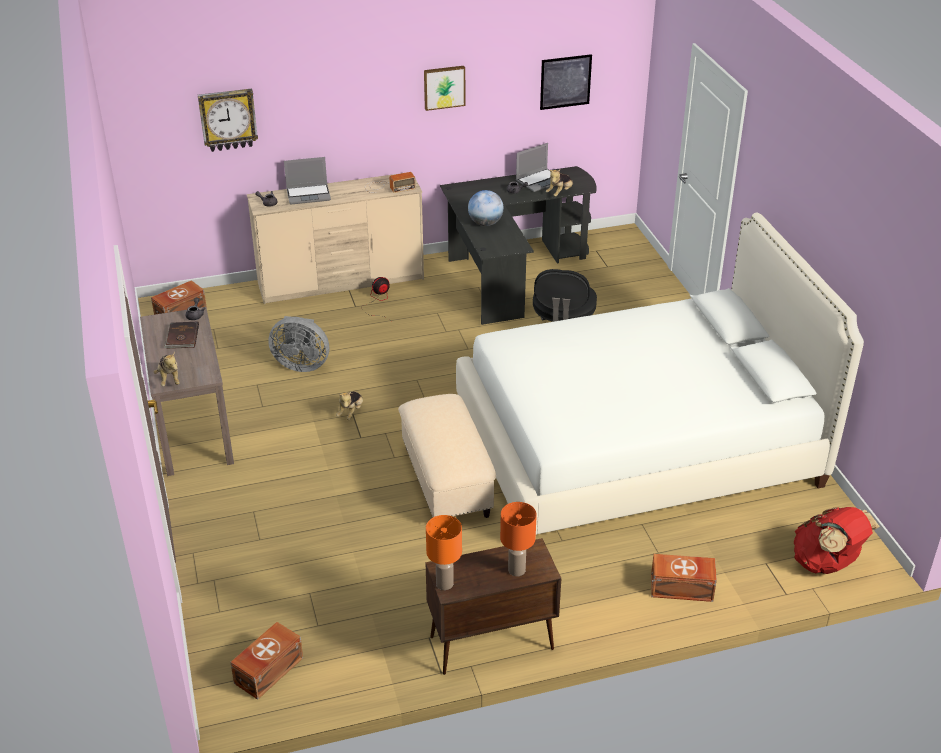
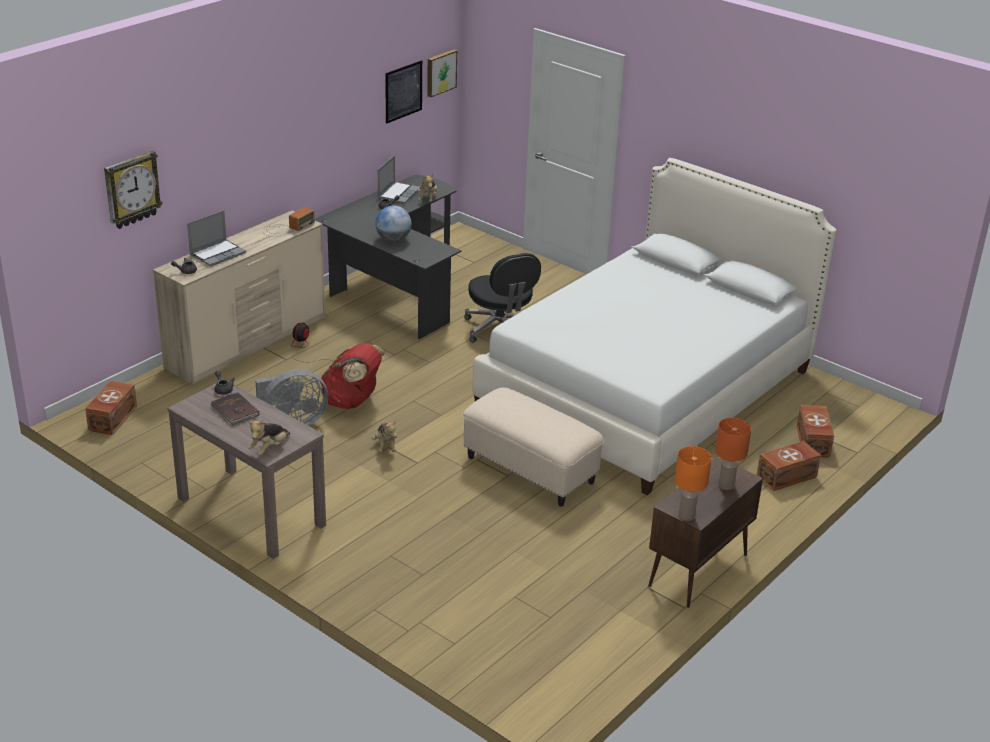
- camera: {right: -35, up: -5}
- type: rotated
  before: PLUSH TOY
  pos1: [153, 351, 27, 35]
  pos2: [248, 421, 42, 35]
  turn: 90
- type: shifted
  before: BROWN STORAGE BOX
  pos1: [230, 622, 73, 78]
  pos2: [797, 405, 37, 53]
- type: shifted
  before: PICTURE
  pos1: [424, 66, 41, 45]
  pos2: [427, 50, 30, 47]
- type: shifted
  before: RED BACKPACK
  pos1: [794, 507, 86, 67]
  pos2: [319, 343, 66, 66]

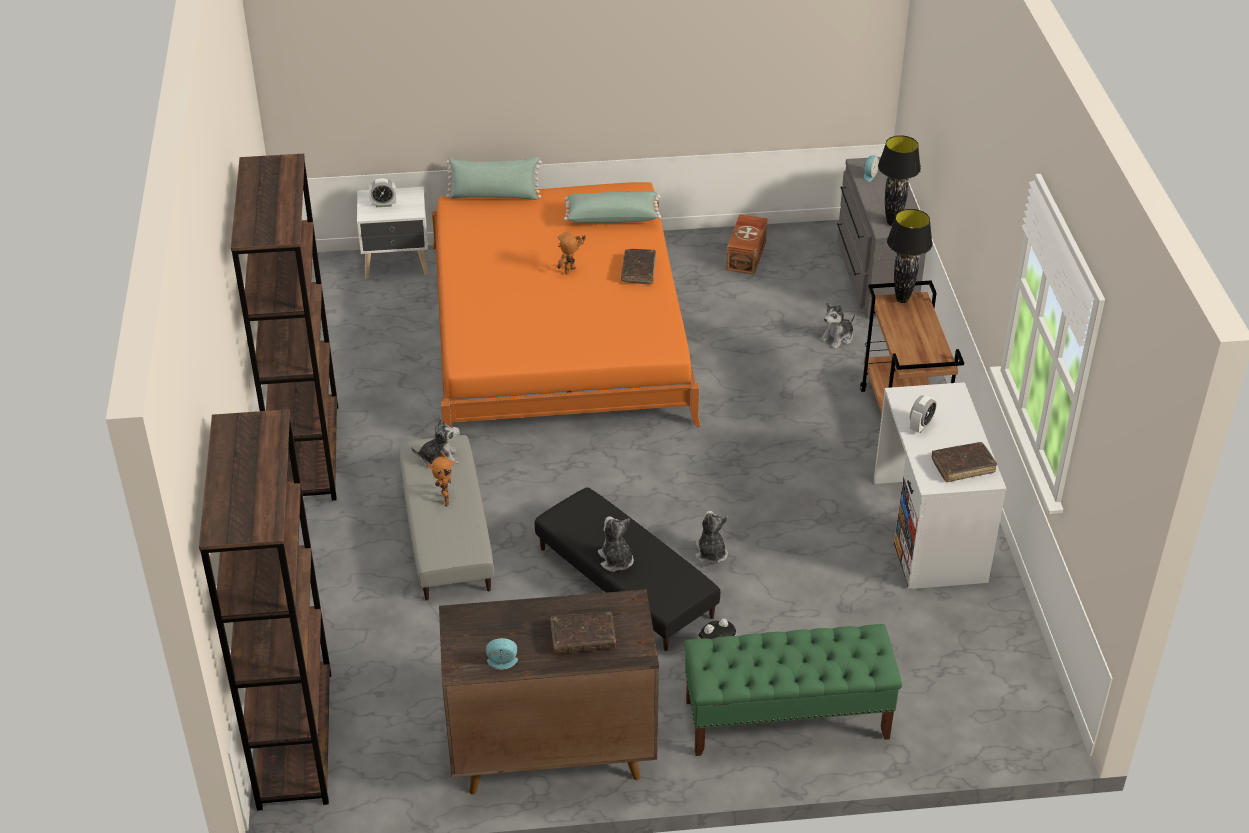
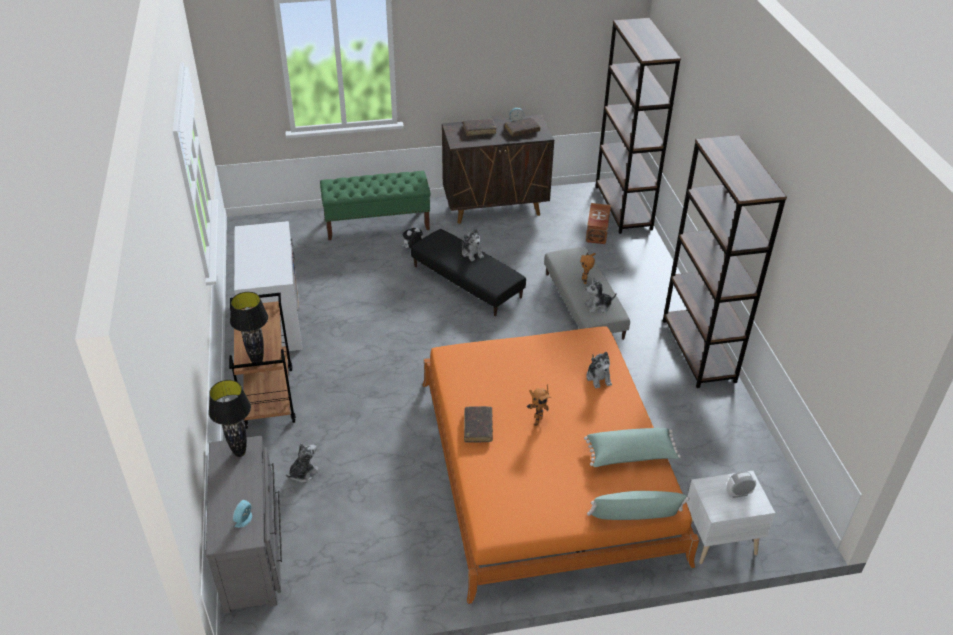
- camera: {right: 175, up: 0}
- type: shifted
  before: GREEN PILLOW
  pos1: [564, 191, 97, 32]
  pos2: [584, 428, 97, 39]
- type: shifted
  before: PLUSH TOY
  pos1: [695, 511, 33, 53]
  pos2: [586, 352, 26, 37]
- type: shifted
  before: BROWN STORAGE BOX
  pos1: [726, 214, 42, 61]
  pos2: [586, 203, 25, 41]
- type: gone
  before: ALARM CLOCK
  pos1: [910, 395, 27, 38]
- type: shifted
  before: BROWN BOOK
  pos1: [932, 442, 65, 40]
  pos2: [505, 118, 36, 19]

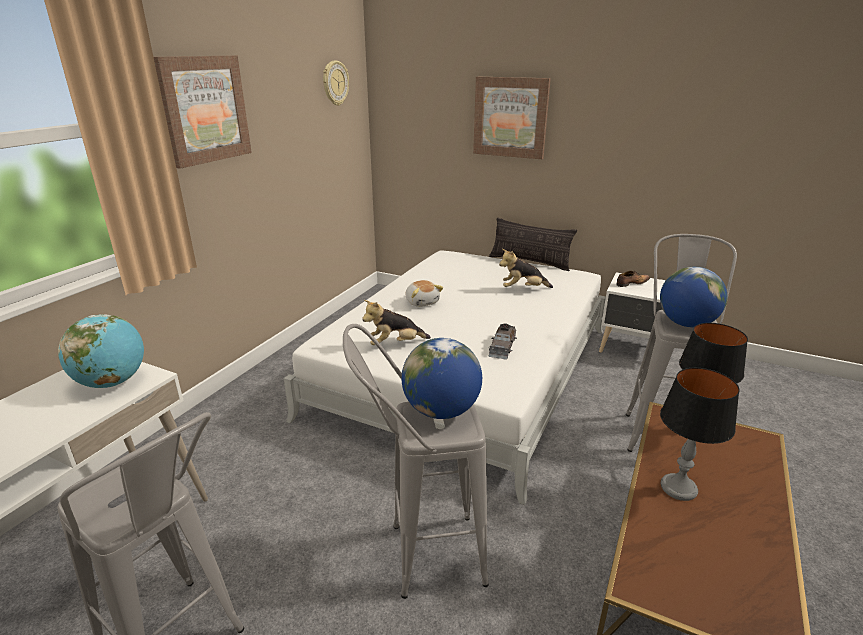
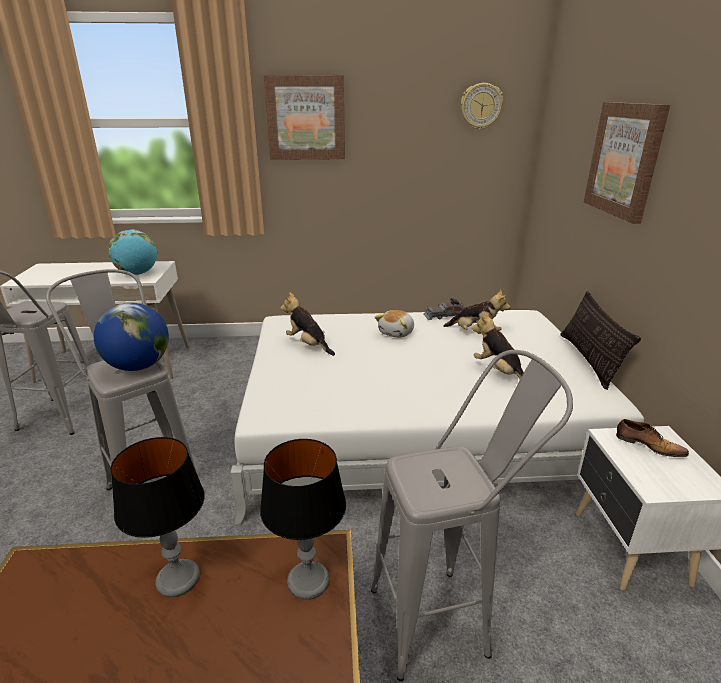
- camera: {right: 60, up: 0}
- type: shifted
  before: GREY TOY CAR
  pos1: [488, 324, 29, 36]
  pos2: [424, 298, 43, 22]
- type: gone
  before: GLOBE
  pos1: [660, 267, 67, 60]
- type: new
  after: PLUSH TOY
  pos2: [443, 289, 67, 42]

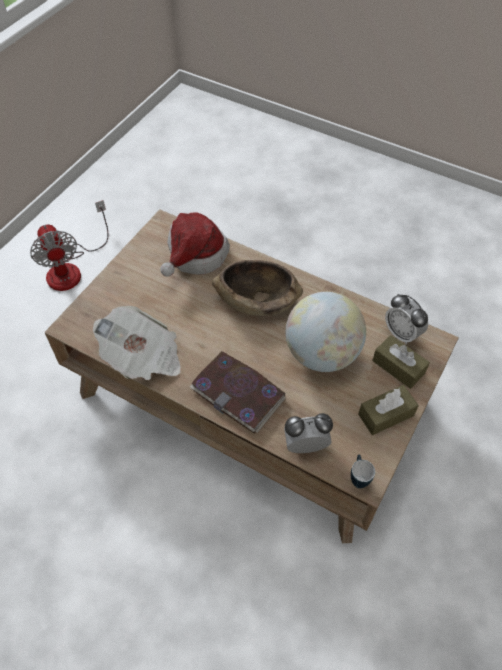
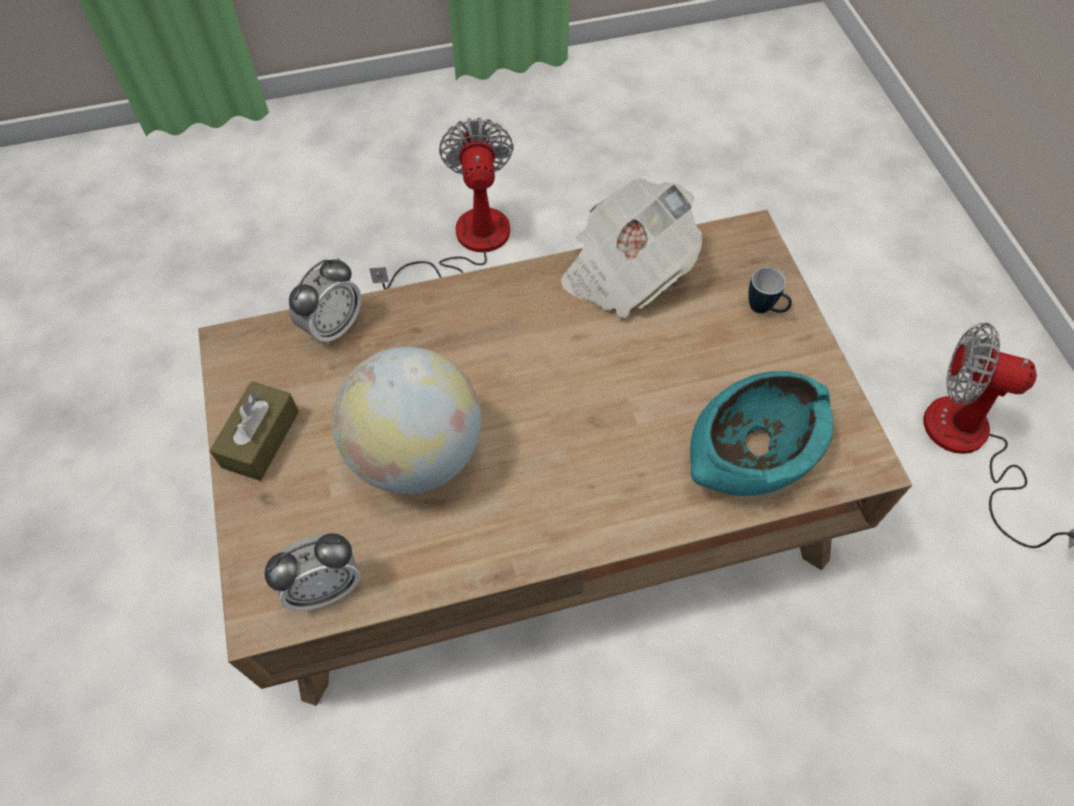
- camera: {right: 135, up: 5}
- type: swapped
  before: HAT
  after: TURQUOISE BOWL
  pos1: [160, 212, 70, 65]
  pos2: [690, 371, 143, 125]
- type: gone
  before: BOOK
  pos1: [189, 351, 97, 82]
- type: gone
  before: BROWN BOWL
  pos1: [212, 260, 91, 56]
- type: shifted
  before: MUG
  pos1: [351, 455, 24, 33]
  pos2: [748, 267, 44, 46]
- type: gone
  before: BROWN TISSUE BOX
  pos1: [372, 335, 58, 54]
- type: rotated
  before: ALARM CLOCK
  pos1: [385, 294, 43, 51]
  pos2: [264, 533, 96, 78]
  turn: 150
- type: new
  after: FAN
  pos2: [369, 118, 145, 171]

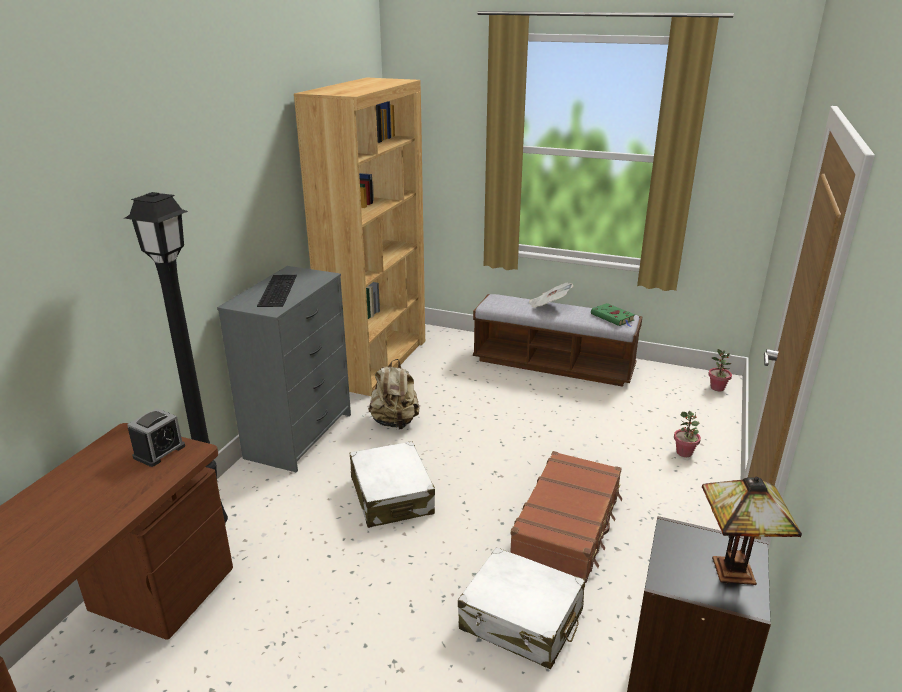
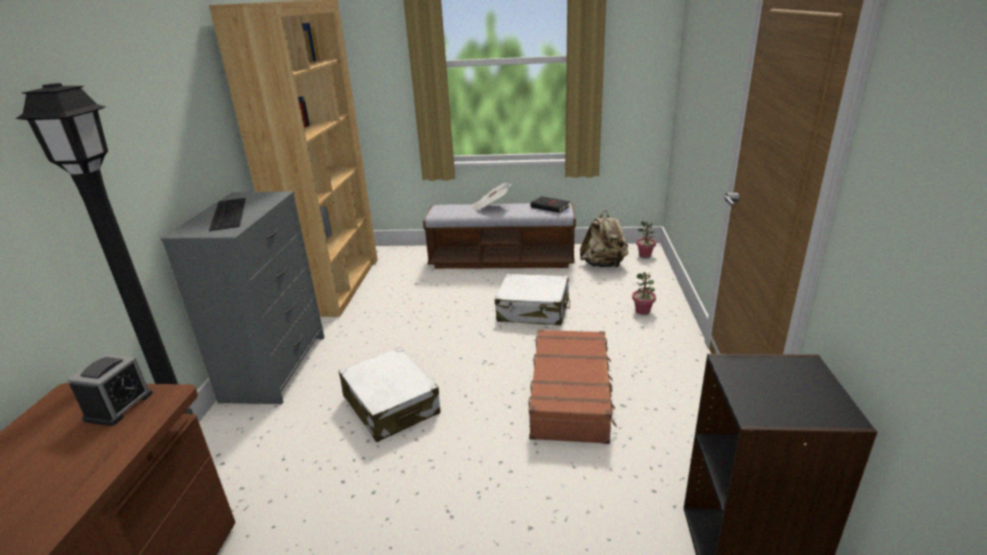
- camera: {right: -15, up: 0}
- type: shifted
  before: BEIGE BACKPACK
  pos1: [368, 359, 51, 71]
  pos2: [580, 211, 49, 56]
- type: shifted
  before: WHITE SUITCASE
  pos1: [458, 547, 127, 122]
  pos2: [495, 274, 75, 51]
- type: repainted
  before: GREEN BOOK
  after: BLACK BOOK
  pos1: [591, 303, 44, 24]
  pos2: [530, 196, 40, 17]
- type: gone
  before: TABLE LAMP
  pos1: [702, 477, 100, 108]

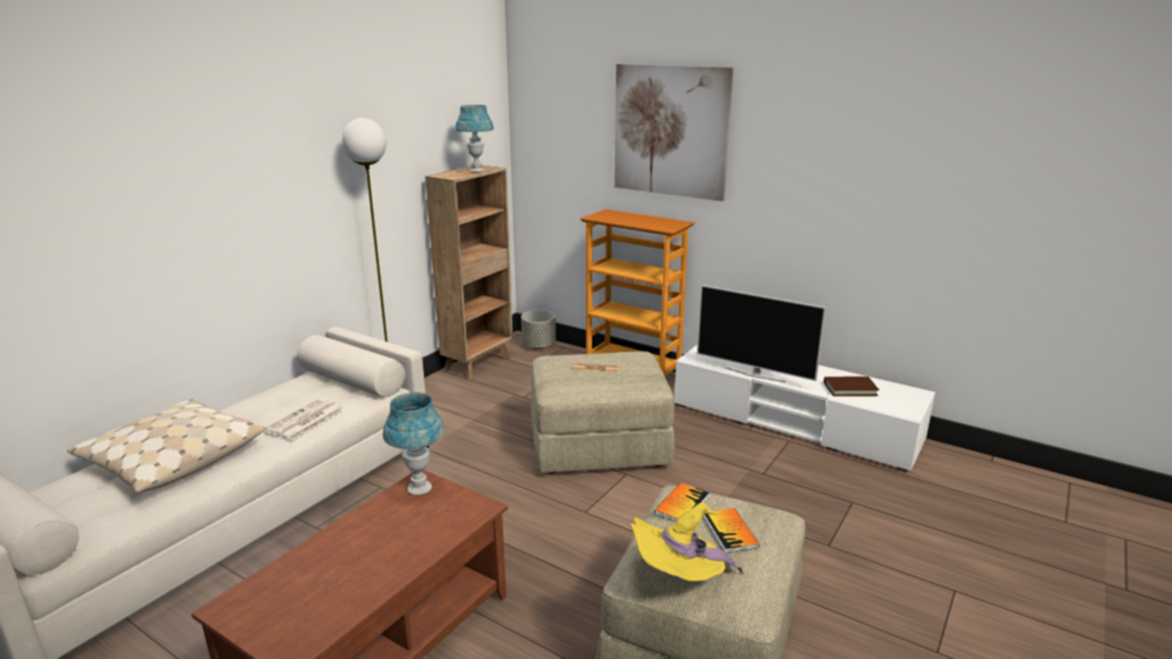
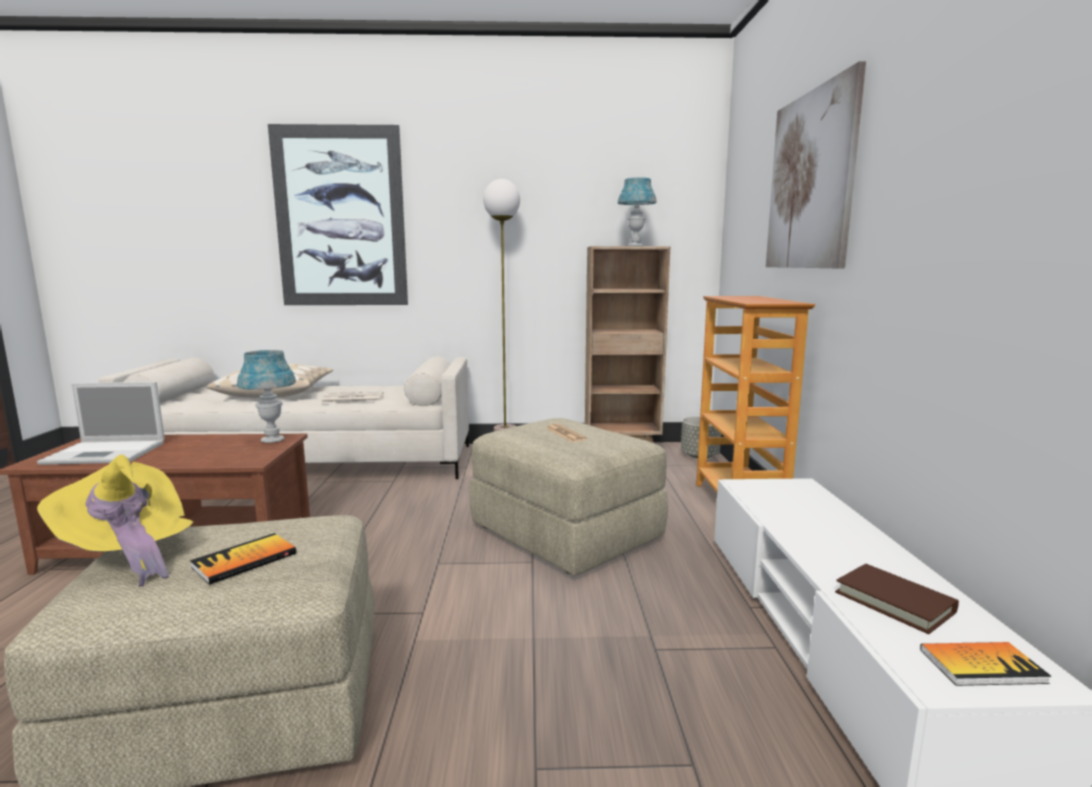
- camera: {right: 55, up: -10}
- type: shifted
  before: BOOK
  pos1: [654, 483, 55, 39]
  pos2: [920, 642, 131, 44]
- type: gone
  before: TELEVISION
  pos1: [697, 285, 129, 97]
- type: new
  after: LAPTOP
  pos2: [37, 382, 128, 83]
- type: new
  after: PICTURE
  pos2: [268, 124, 140, 181]

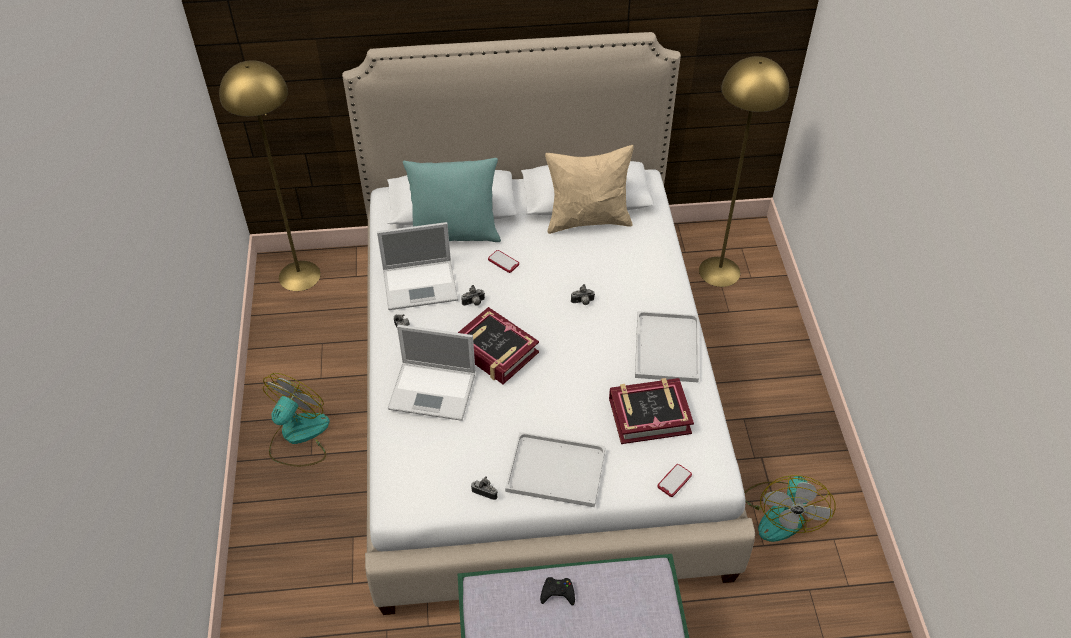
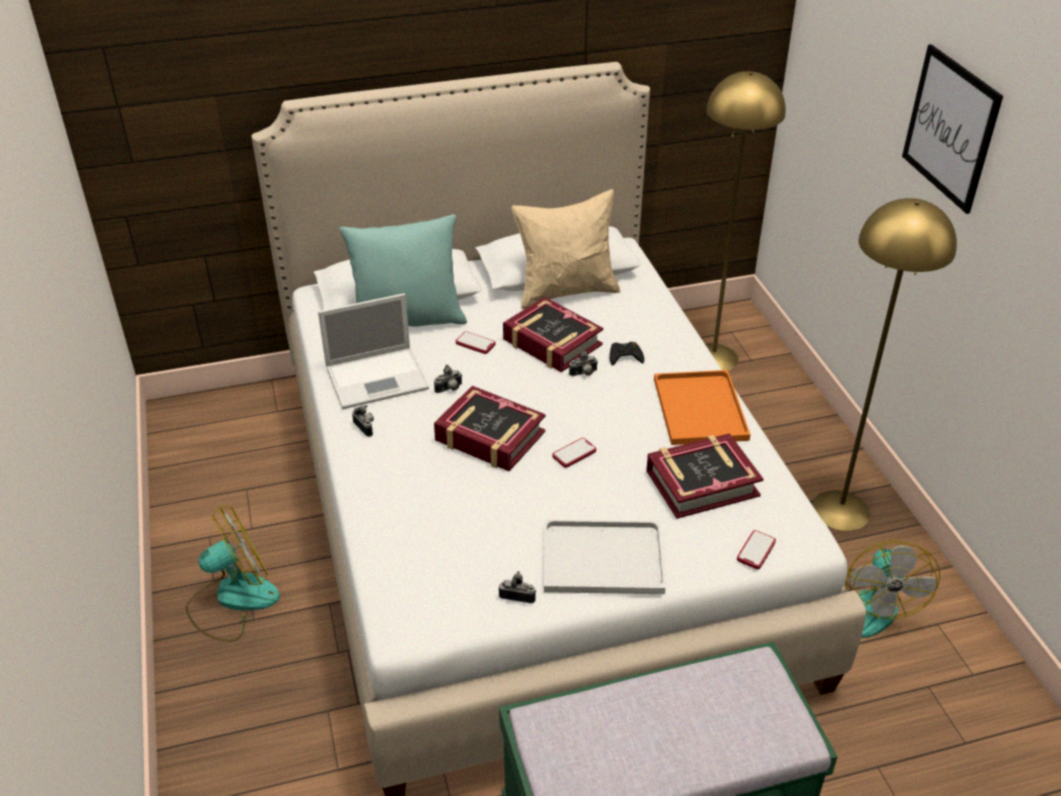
- camera: {right: -10, up: -10}
- type: shifted
  before: YELLOW FLOOR LAMP
  pos1: [219, 60, 102, 231]
  pos2: [812, 198, 145, 333]
- type: rotated
  before: FAN
  pos1: [263, 373, 67, 94]
  pos2: [186, 506, 94, 136]
  turn: 45
- type: gone
  before: LAPTOP
  pos1: [388, 325, 87, 96]
- type: shifted
  before: BLACK GAME CONTROLLER
  pos1: [540, 577, 35, 29]
  pos2: [610, 342, 34, 24]
- type: repainted
  before: WHITE TRAY
  after: ORANGE TRAY
  pos1: [635, 311, 64, 71]
  pos2: [654, 370, 97, 75]
- type: new
  after: BOOK
  pos2: [503, 297, 100, 75]
- type: new
  after: PHONE
  pos2: [552, 438, 44, 30]
- type: new
  after: PICTURE
  pos2: [902, 44, 101, 170]

